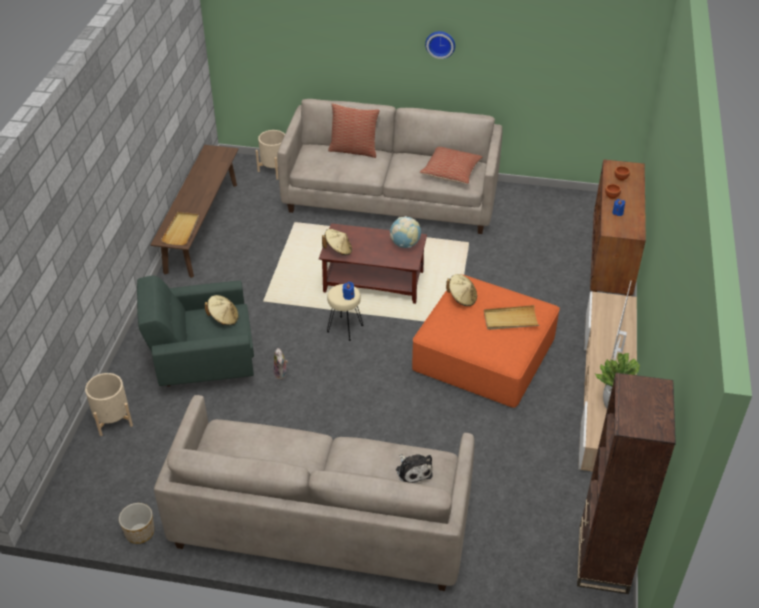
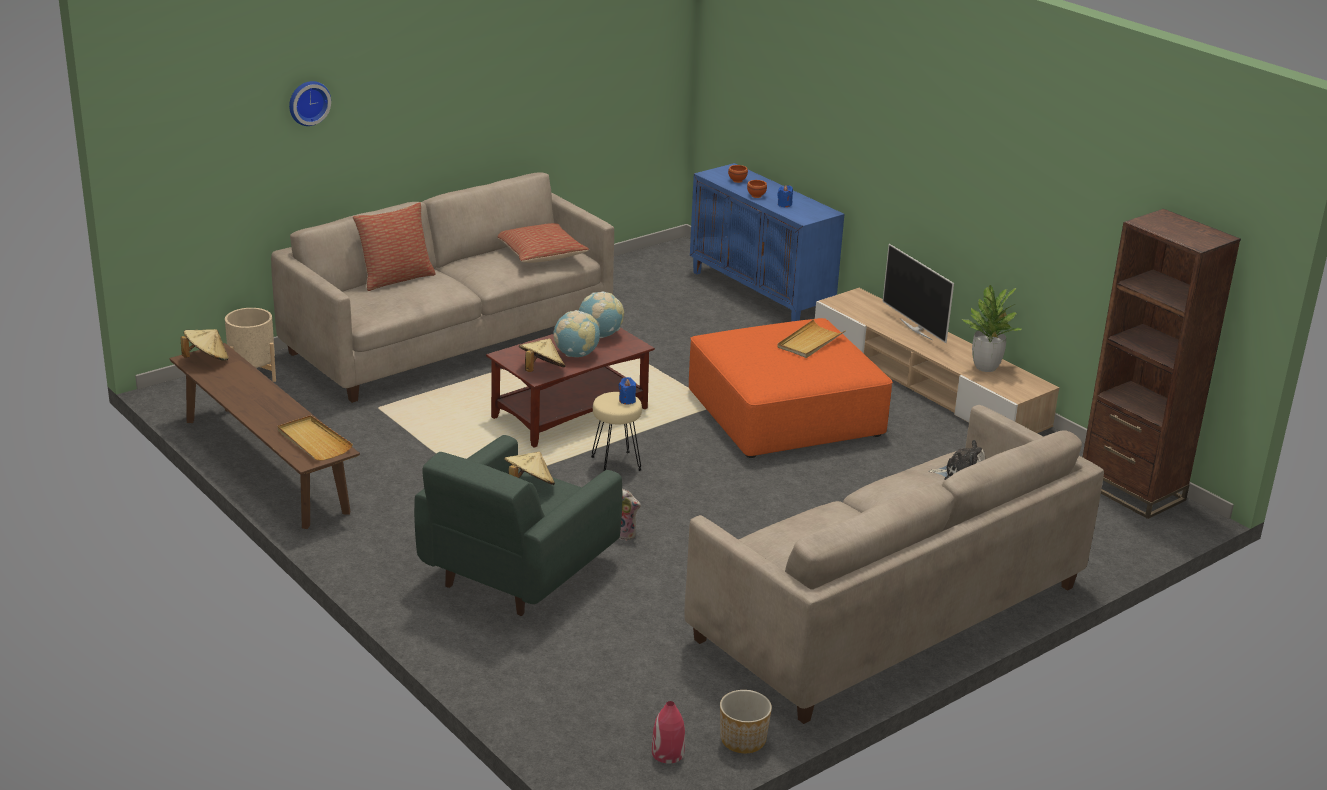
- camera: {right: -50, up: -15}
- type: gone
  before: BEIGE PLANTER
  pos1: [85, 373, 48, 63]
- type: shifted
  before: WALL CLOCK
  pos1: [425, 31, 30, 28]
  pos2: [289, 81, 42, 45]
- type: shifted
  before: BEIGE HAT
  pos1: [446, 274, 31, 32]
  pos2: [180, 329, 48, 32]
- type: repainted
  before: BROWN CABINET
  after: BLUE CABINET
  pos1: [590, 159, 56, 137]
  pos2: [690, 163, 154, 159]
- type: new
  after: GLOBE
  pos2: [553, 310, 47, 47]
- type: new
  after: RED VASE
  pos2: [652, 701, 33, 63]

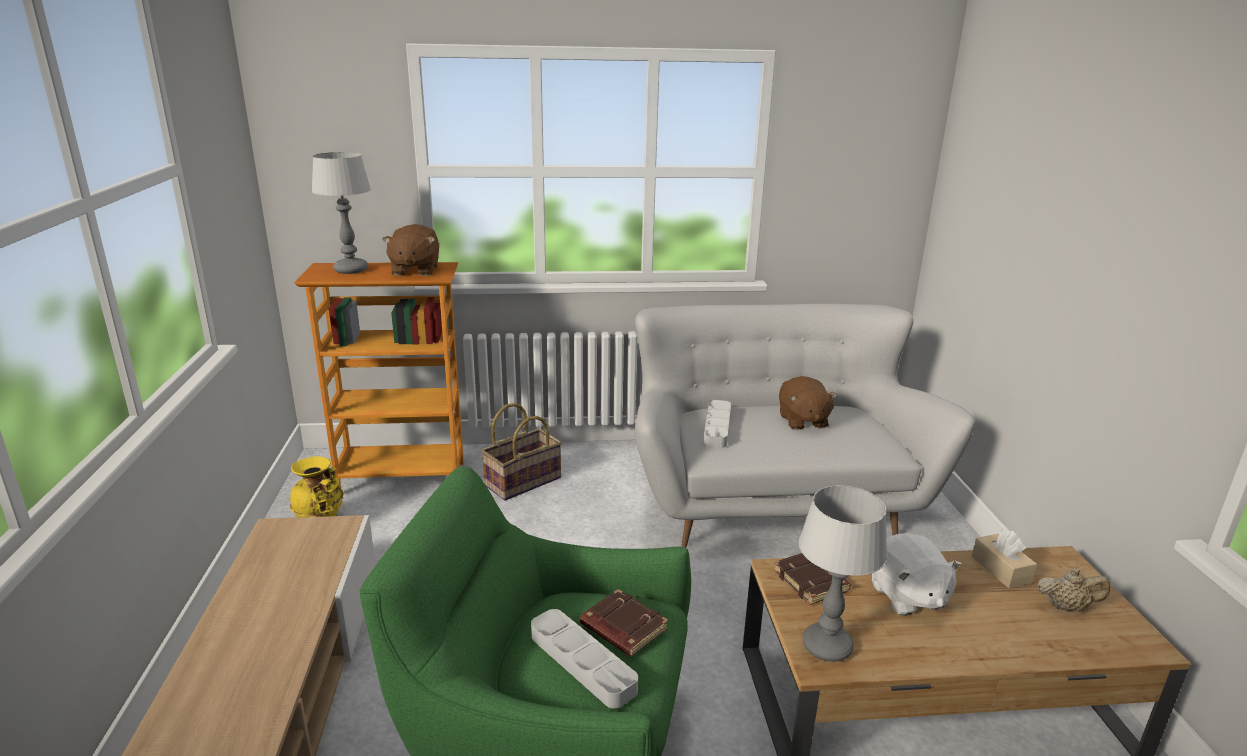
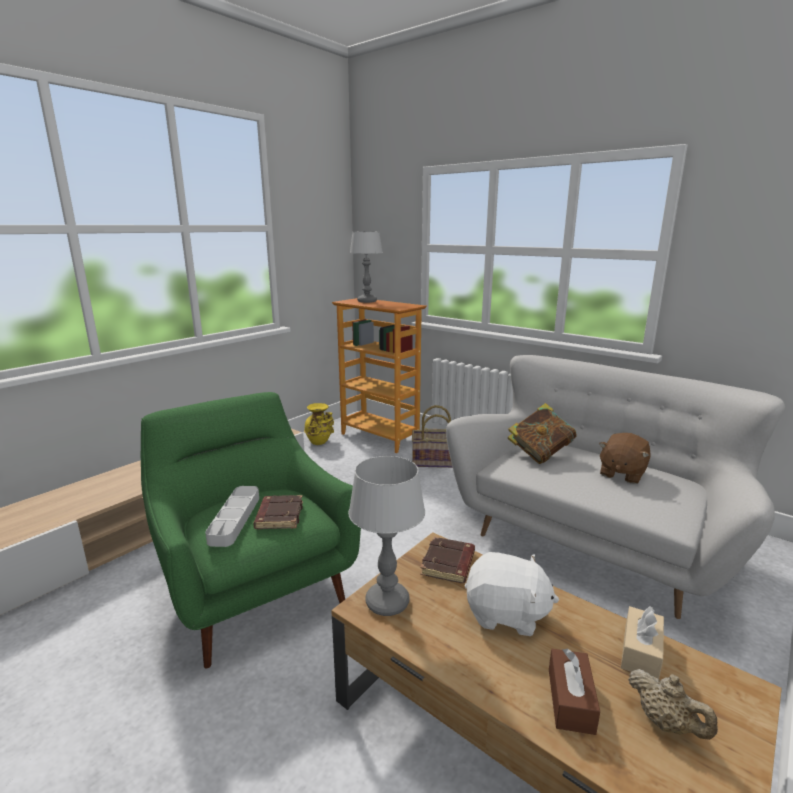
- camera: {right: 45, up: -5}
- type: gone
  before: BROWN PLUSH TOY
  pos1: [382, 224, 57, 52]
- type: swapped
  before: GREY TRAY
  after: BOOK
  pos1: [703, 400, 28, 48]
  pos2: [508, 403, 68, 61]
- type: rotated
  before: WHITE PLUSH TOY
  pos1: [872, 533, 90, 83]
  pos2: [465, 552, 94, 84]
  turn: -105
- type: new
  after: BROWN TISSUE BOX
  pos2: [549, 649, 51, 86]

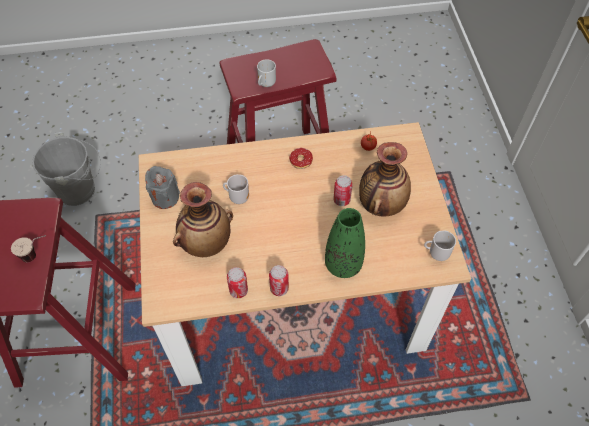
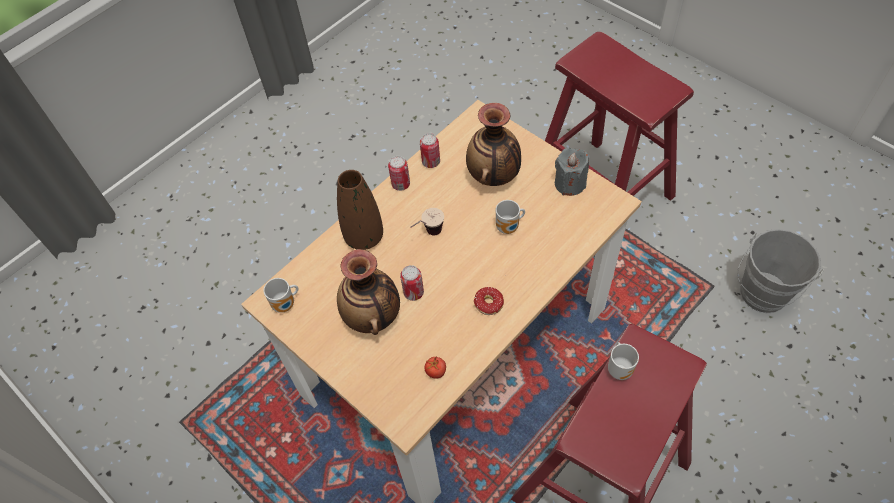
- camera: {right: 145, up: 0}
- type: shifted
  before: CUP
  pos1: [11, 235, 35, 27]
  pos2: [410, 208, 34, 27]
- type: repainted
  before: GREEN VASE
  after: BROWN VASE
  pos1: [325, 208, 40, 70]
  pos2: [337, 170, 46, 80]

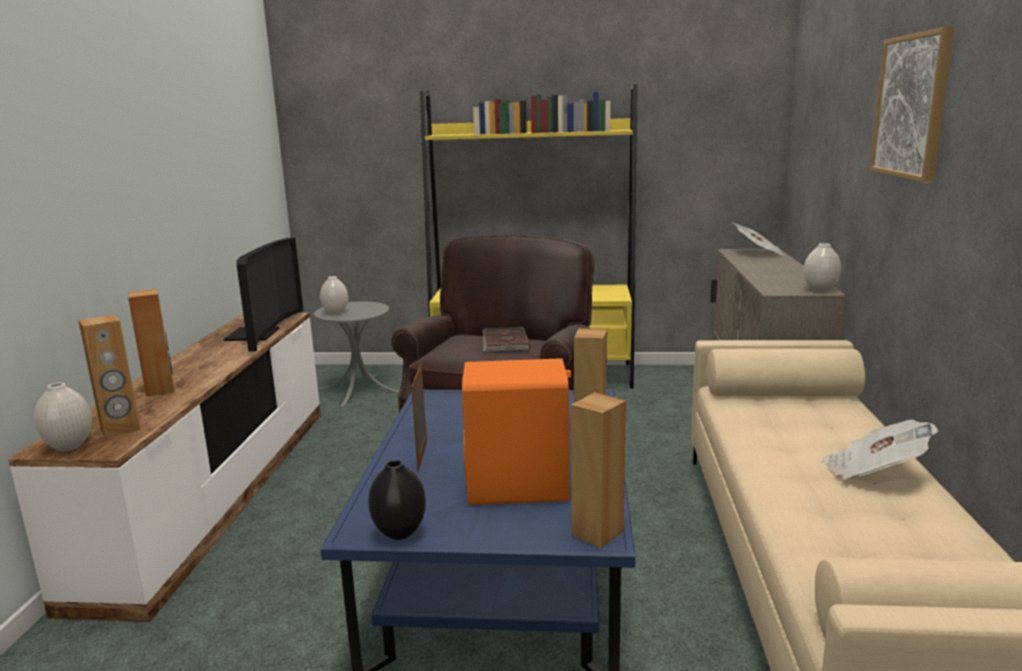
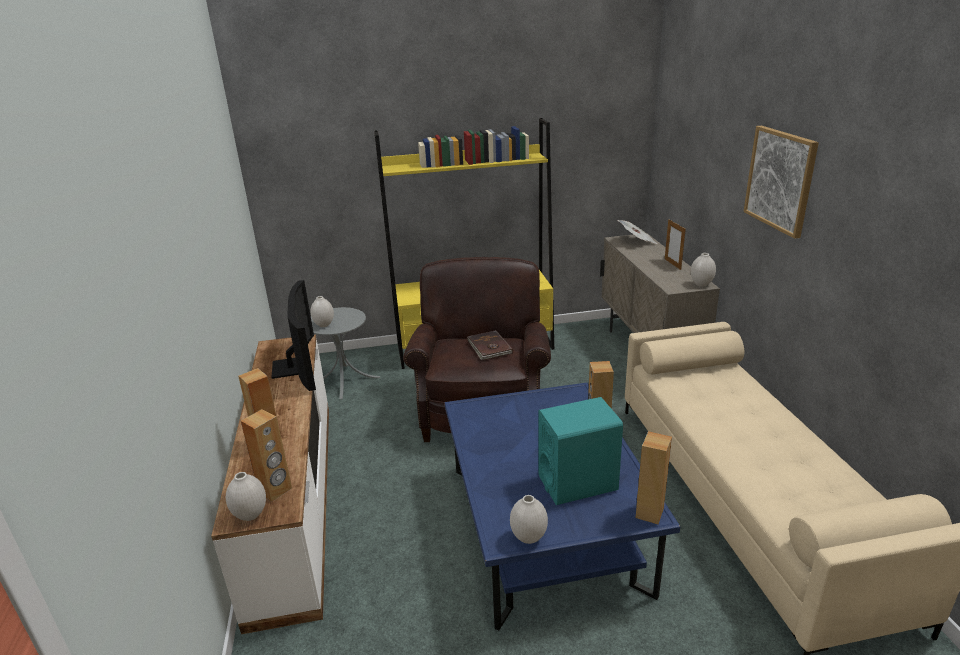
- camera: {right: -15, up: 10}
- type: repainted
  before: BLACK VASE
  after: WHITE VASE
  pos1: [368, 460, 58, 80]
  pos2: [510, 495, 38, 49]
- type: shifted
  before: PICTURE FRAME
  pos1: [411, 363, 16, 109]
  pos2: [665, 219, 21, 51]
- type: repainted
  before: ORANGE SPEAKER
  after: TURQUOISE SPEAKER
  pos1: [462, 358, 109, 147]
  pos2: [538, 397, 85, 108]
- type: gone
  before: NEWSPAPER
  pos1: [822, 419, 116, 60]

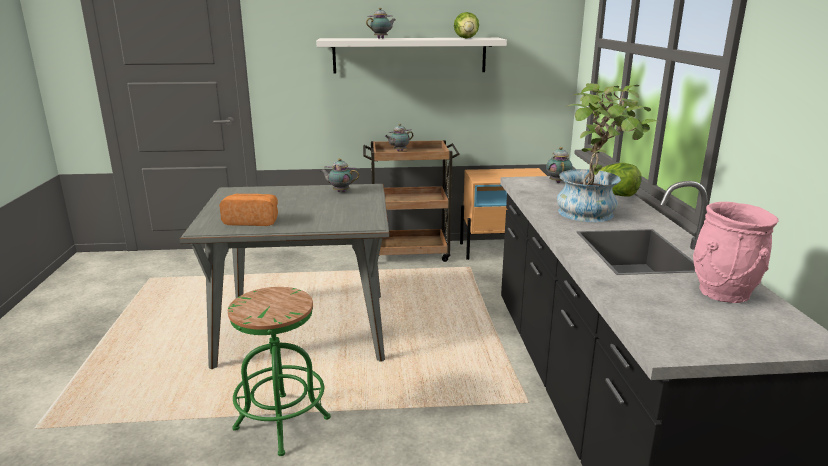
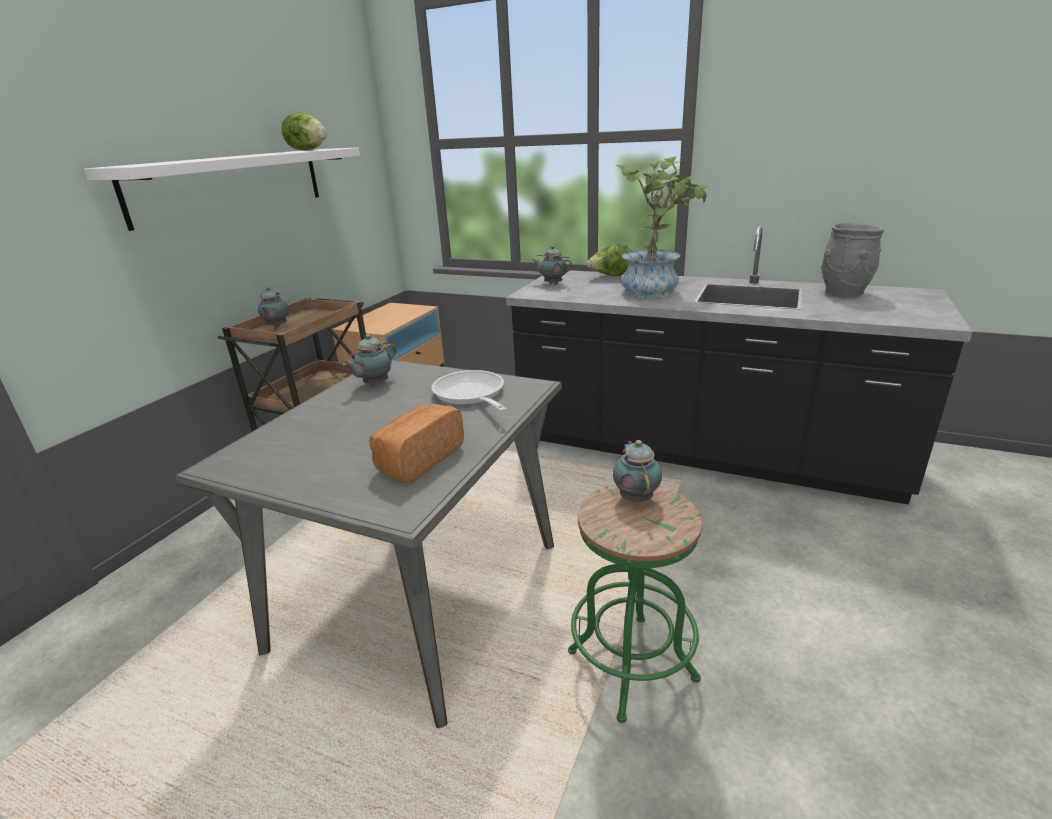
- camera: {right: -60, up: 5}
- type: shifted
  before: TEAPOT
  pos1: [366, 8, 30, 31]
  pos2: [613, 440, 49, 63]
- type: repainted
  before: PINK VASE
  after: GREY VASE
  pos1: [693, 202, 86, 101]
  pos2: [821, 223, 63, 75]
- type: new
  after: FRYING PAN
  pos2: [432, 370, 75, 42]

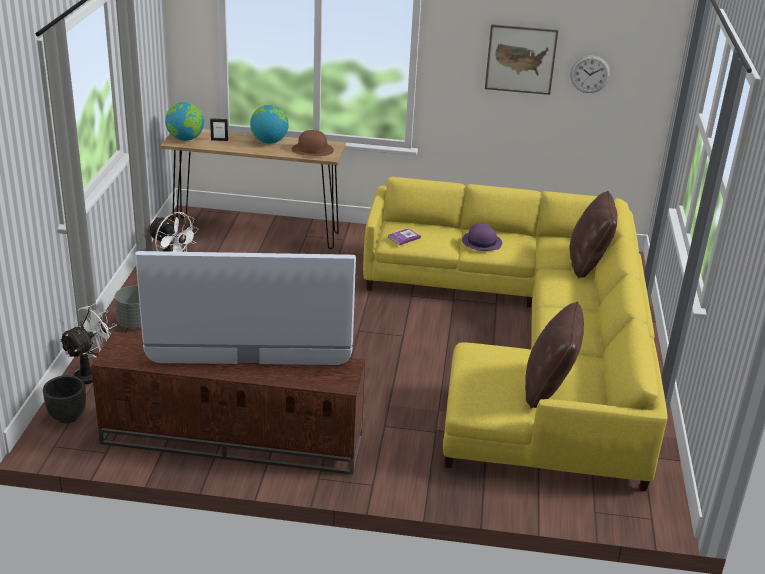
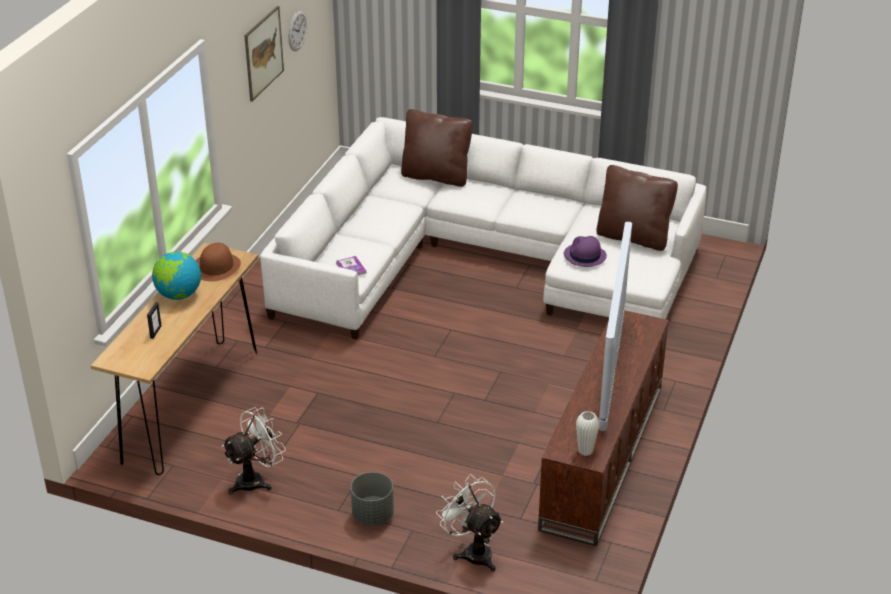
- camera: {right: -75, up: 5}
- type: gone
  before: BLACK PLANTER
  pos1: [43, 375, 43, 48]
- type: gone
  before: GLOBE
  pos1: [165, 102, 39, 39]
- type: repainted
  before: YELLOW SOFA
  after: WHITE SOFA
  pos1: [363, 177, 304, 314]
  pos2: [260, 117, 446, 223]
- type: shifted
  before: PURPLE HAT
  pos1: [462, 223, 40, 28]
  pos2: [564, 236, 43, 31]
- type: new
  after: WHITE VASE
  pos2: [576, 411, 24, 45]

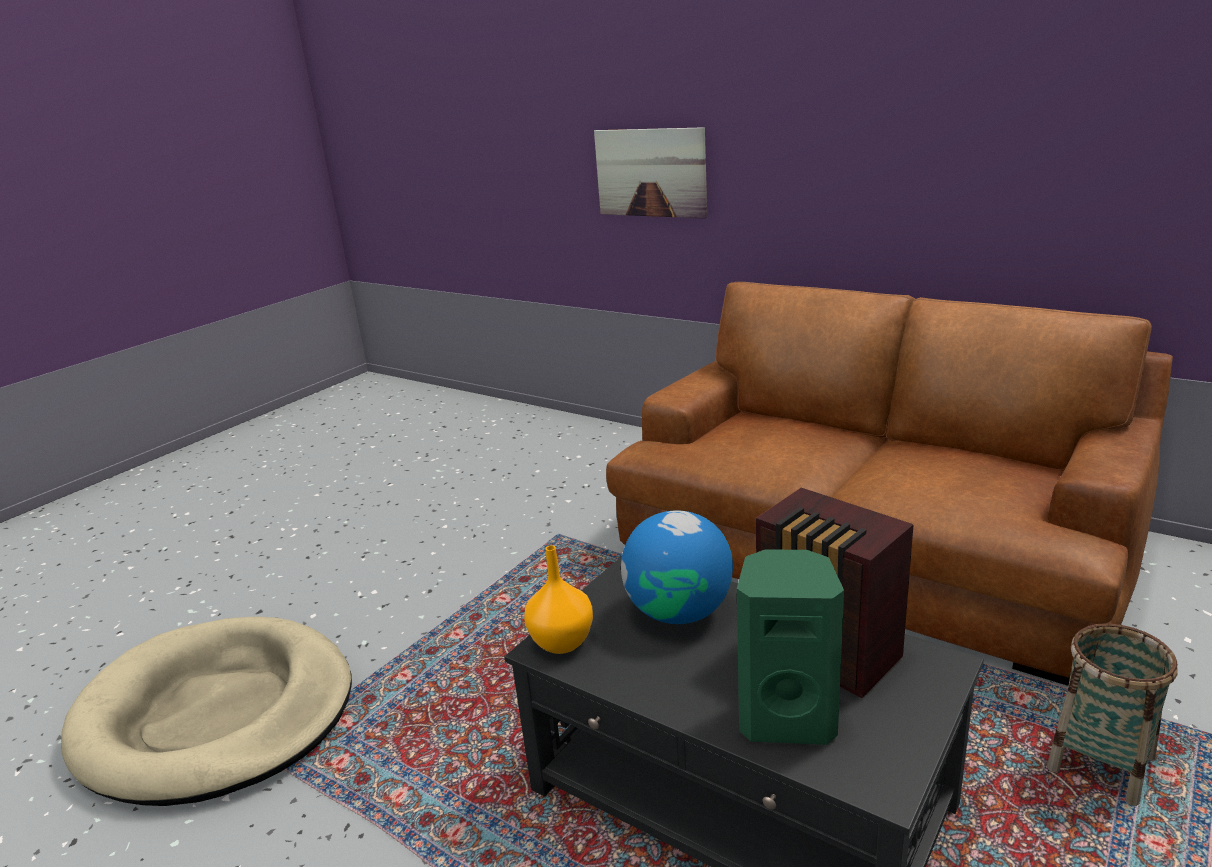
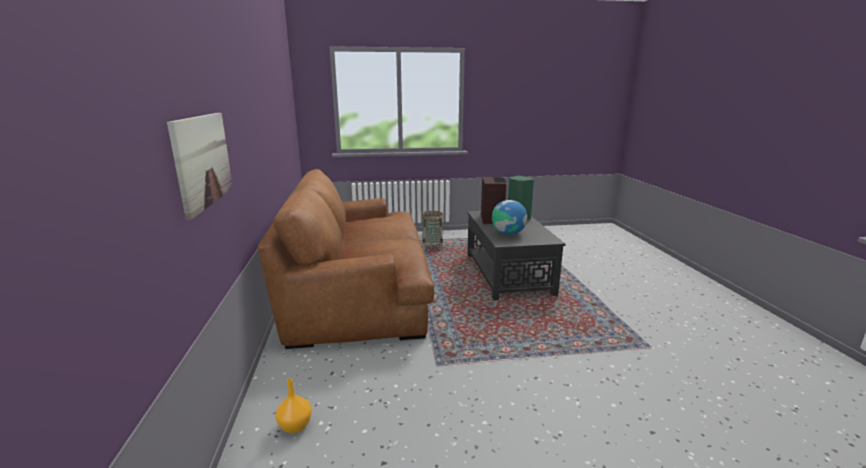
- camera: {right: -135, up: -5}
- type: gone
  before: BEIGE DOG BED
  pos1: [61, 617, 291, 189]
- type: shifted
  before: ORANGE VASE
  pos1: [524, 545, 69, 109]
  pos2: [276, 378, 36, 55]

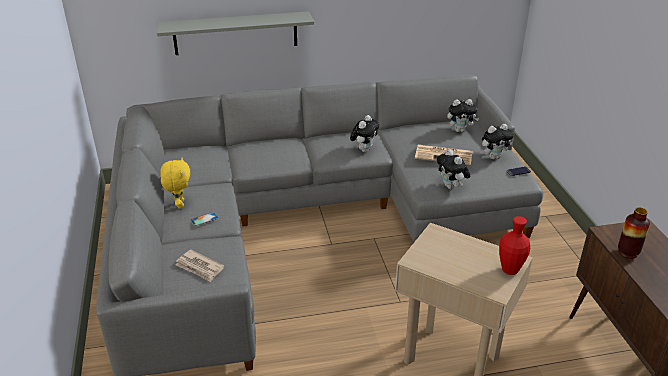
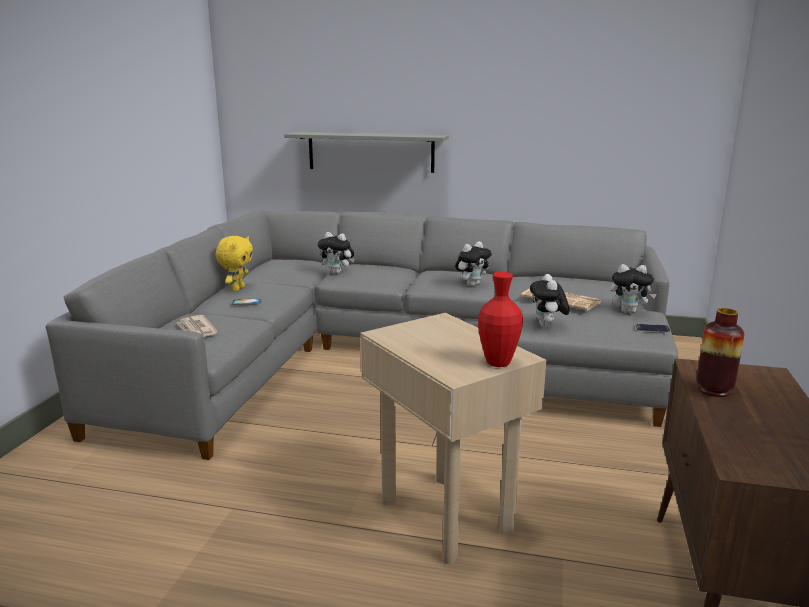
- camera: {right: 25, up: -15}
- type: shifted
  before: PLUSH TOY
  pos1: [447, 99, 32, 33]
  pos2: [318, 232, 36, 42]

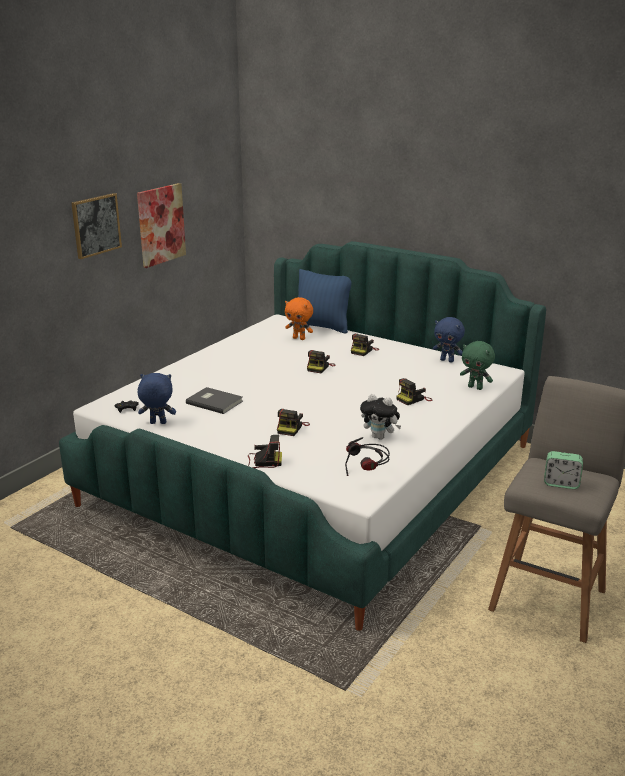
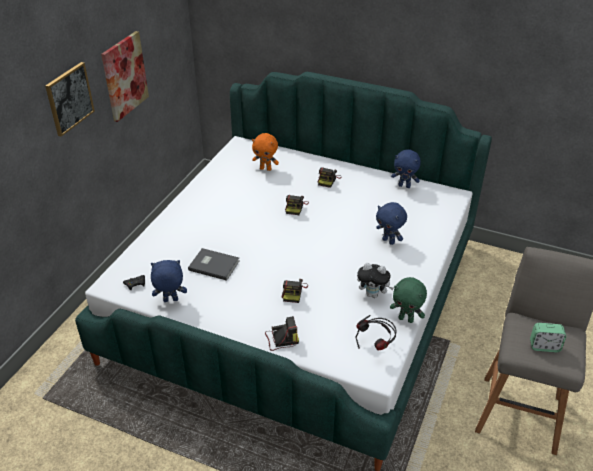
- camera: {right: -10, up: 15}
- type: gone
  before: BLUE PILLOW
  pos1: [298, 269, 53, 65]
- type: swapped
  before: PHOTO CAMERA
  after: BLUE PLUSH TOY
  pos1: [396, 378, 36, 27]
  pos2: [376, 202, 31, 43]
- type: shifted
  before: GREEN PLUSH TOY
  pos1: [460, 341, 35, 49]
  pos2: [390, 277, 37, 46]

